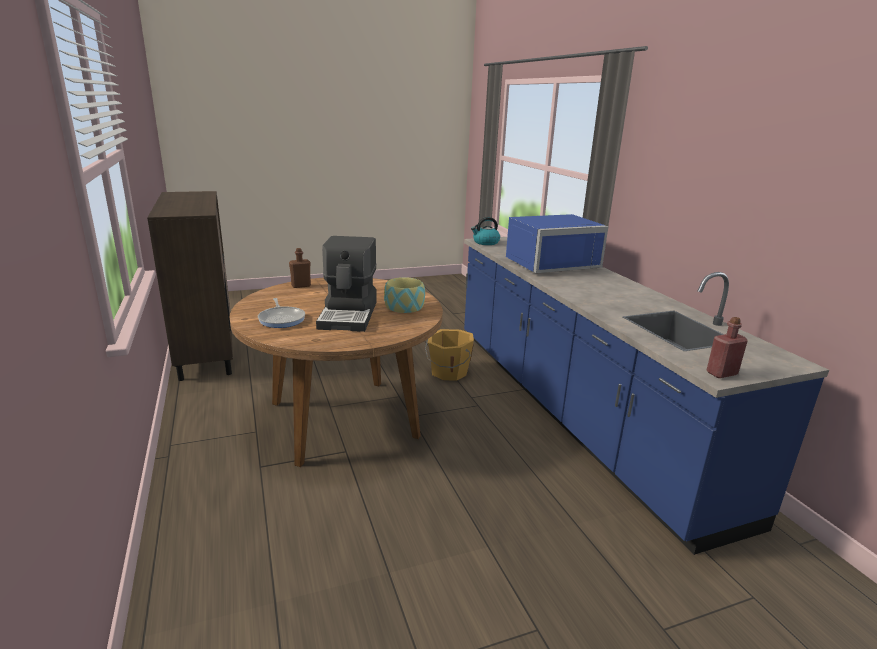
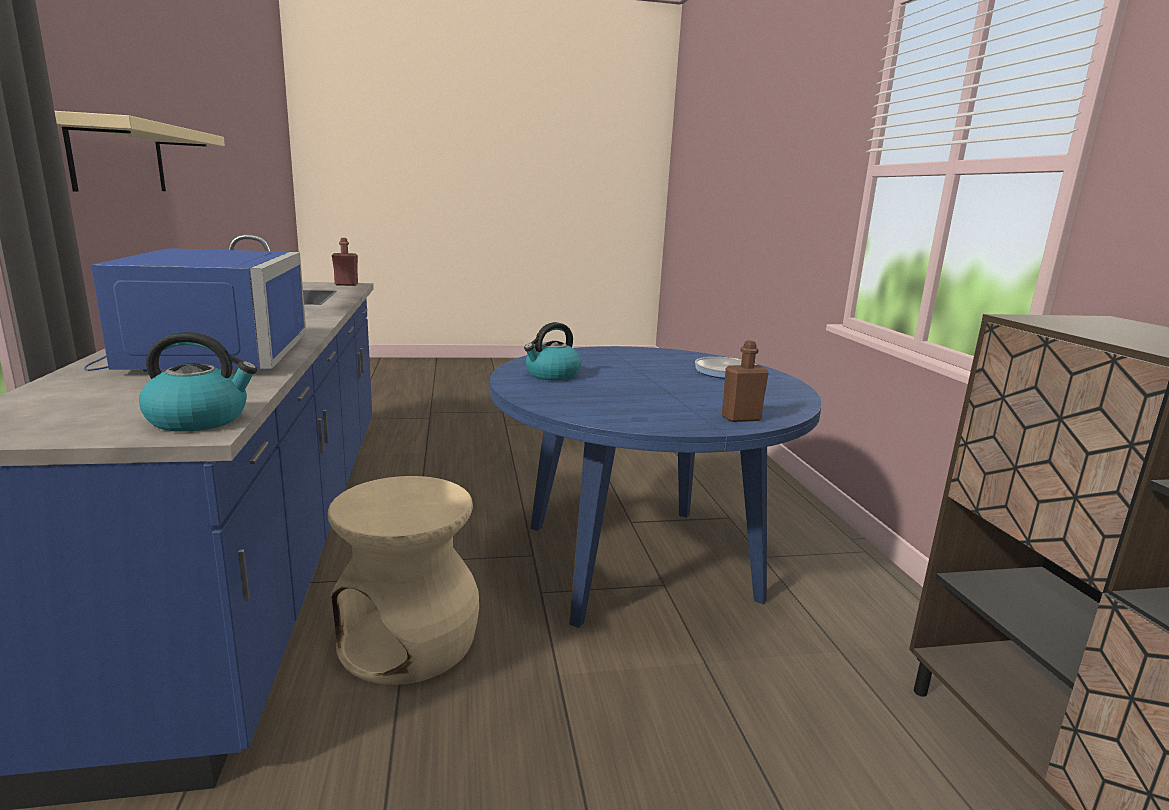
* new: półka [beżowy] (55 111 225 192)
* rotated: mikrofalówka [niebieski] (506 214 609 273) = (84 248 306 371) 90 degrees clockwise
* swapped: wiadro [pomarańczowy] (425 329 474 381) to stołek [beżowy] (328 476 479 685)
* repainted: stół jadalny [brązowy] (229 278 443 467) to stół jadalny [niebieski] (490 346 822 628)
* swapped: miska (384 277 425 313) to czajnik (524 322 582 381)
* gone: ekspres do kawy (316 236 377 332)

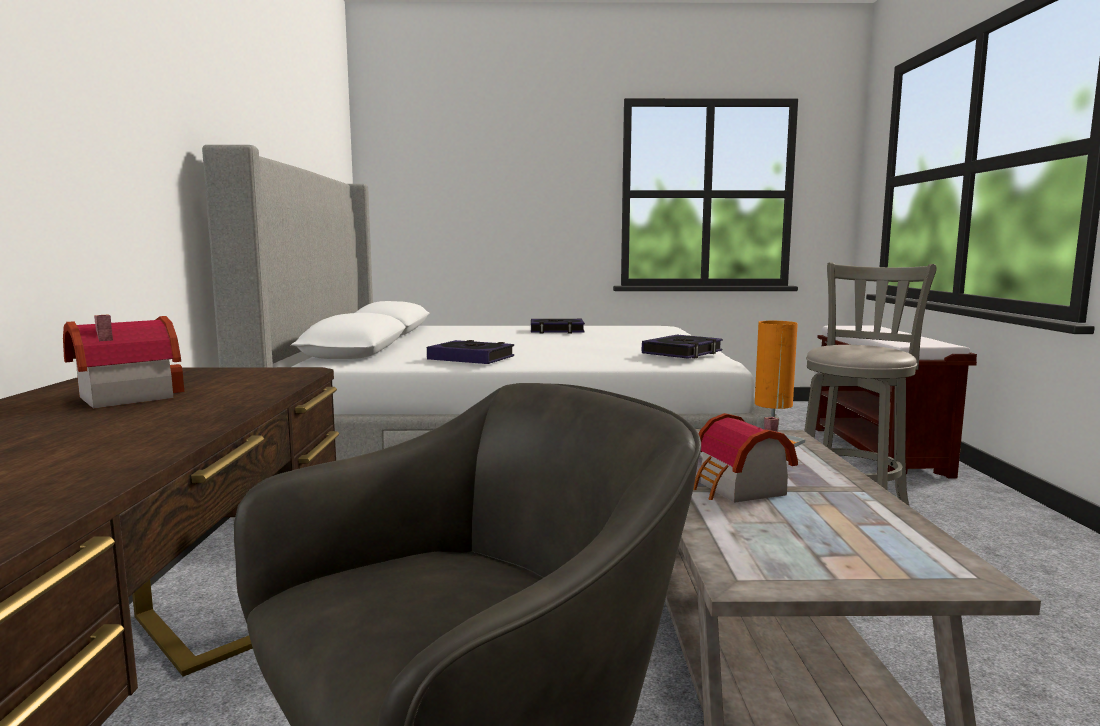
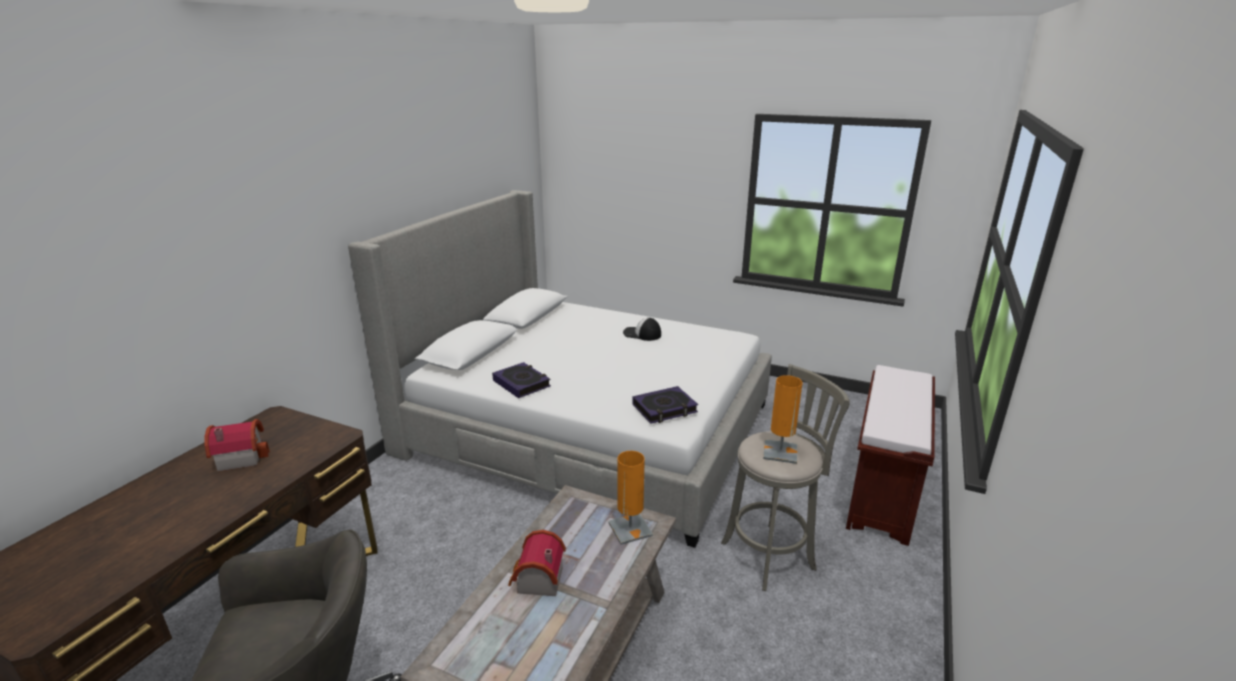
* swapped: książka (531 319 585 334) to czapka z daszkiem (623 318 661 341)
* new: lampa stołowa [pomarańczowy] (763 375 803 464)

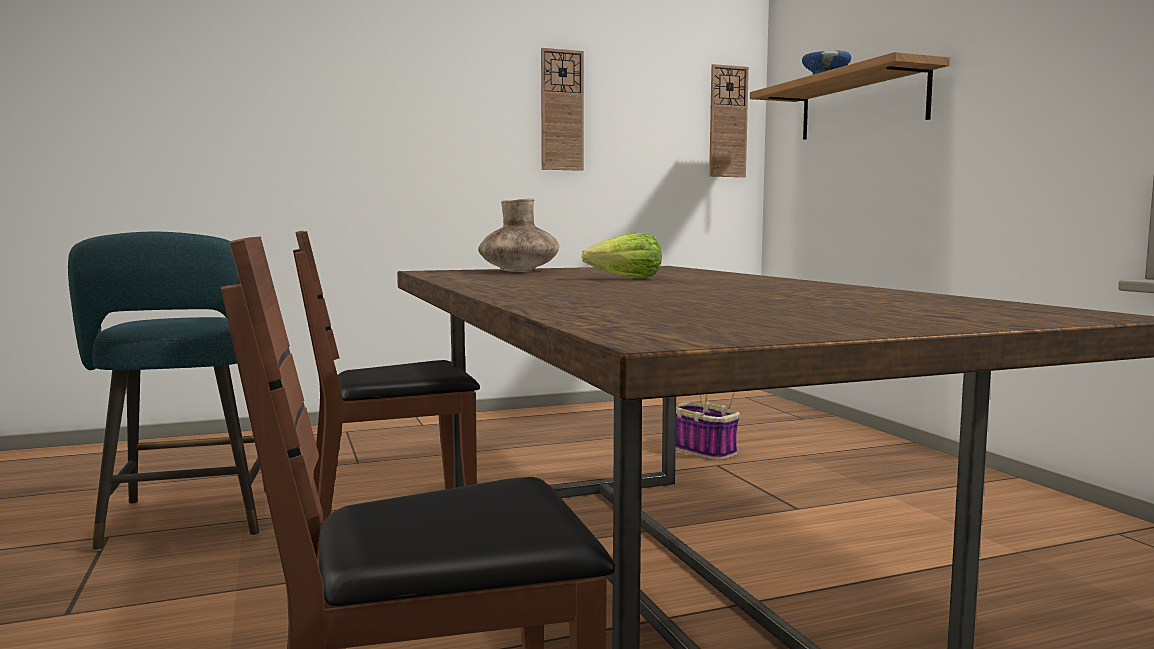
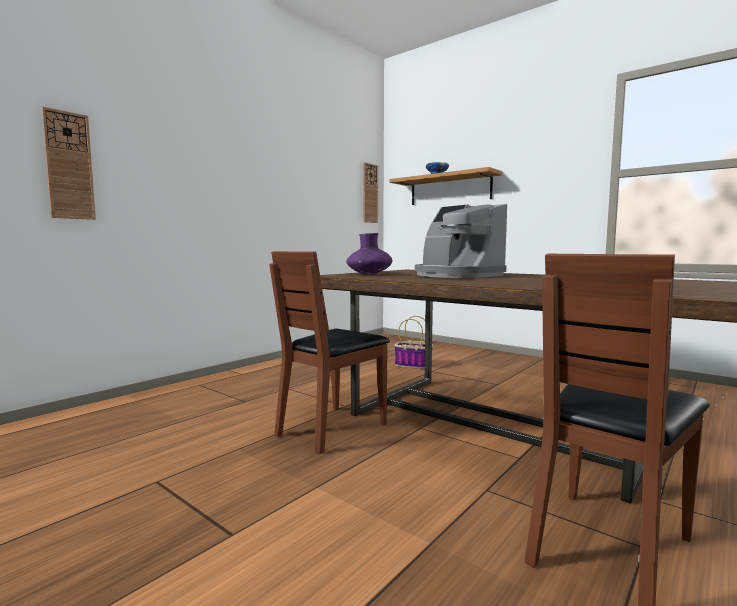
* shifted: zegar ścienny (541 48 584 171) to (41 107 96 220)
* repainted: wazon [brązowy] (478 199 559 272) to wazon [fioletowy] (346 233 393 274)
* swapped: sałata (581 233 662 278) to ekspres do kawy (415 204 507 278)
* gone: stołek [turkusowy] (68 232 266 551)

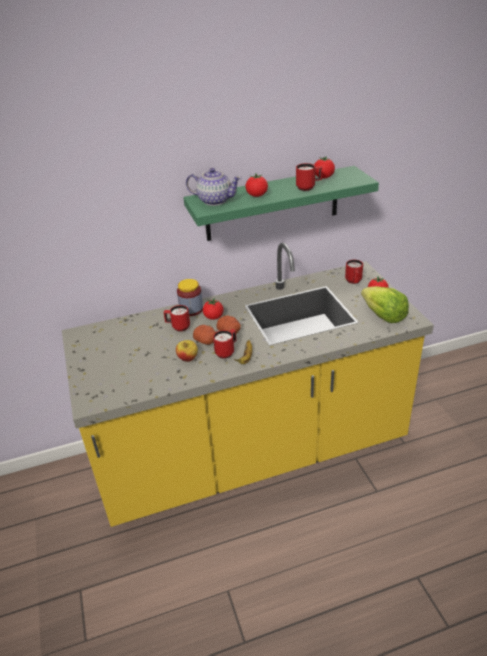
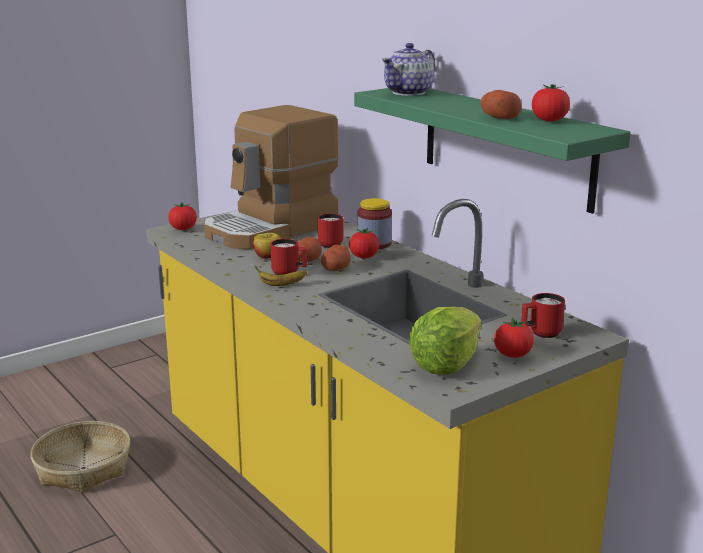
* new: koszyk (30 421 131 493)
* shifted: pomidor (245 174 268 197) to (168 202 197 230)
* new: ekspres do kawy (204 105 339 249)
* rotated: imbryk (186 168 242 206) = (382 43 435 96) 45 degrees clockwise
* swapped: kubek [czerwony] (296 163 322 191) to ziemniak (480 90 522 119)

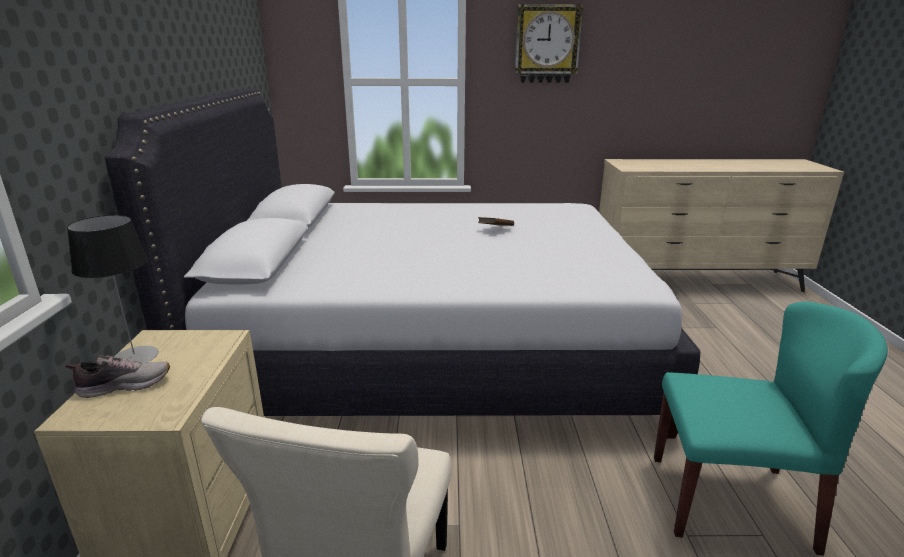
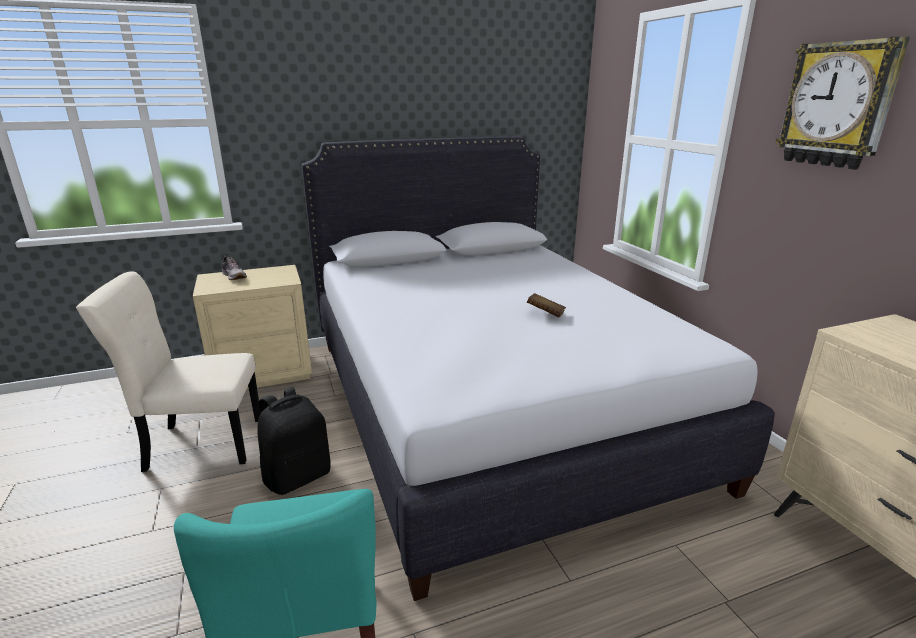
* new: plecak [czarny] (257 387 331 495)
* gone: lampa stołowa (67 215 159 363)

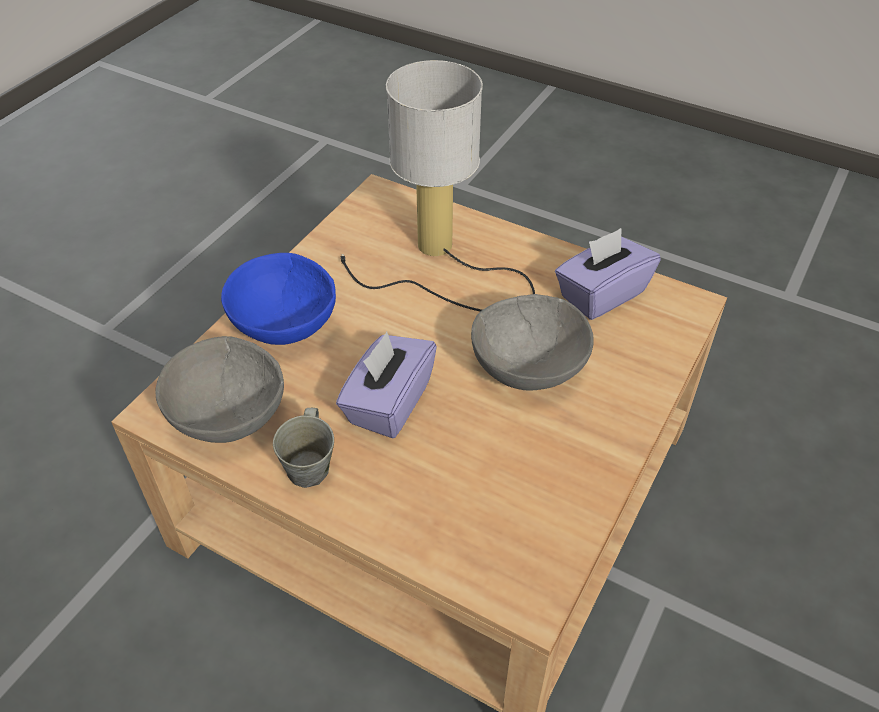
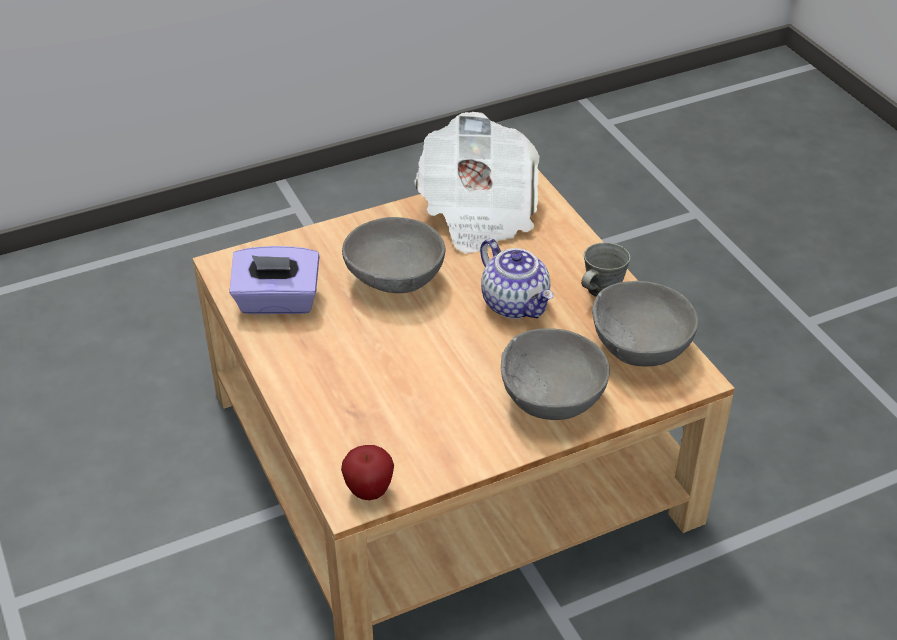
* new: jabłko (341 445 394 500)
* new: gazeta (415 112 539 254)
* swapped: pudełko chusteczek [fioletowy] (336 332 437 439) to imbryk (480 238 554 319)
* repainted: miska [niebieski] (221 253 336 345) to miska [szary] (501 328 609 420)
* gone: lampa stołowa (341 60 535 311)

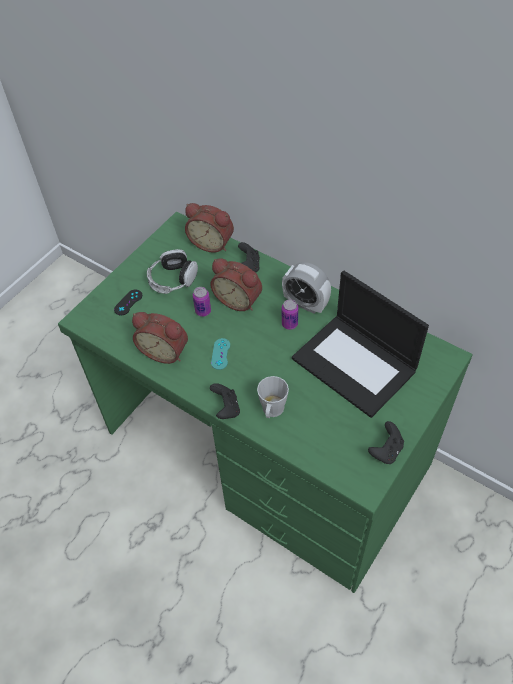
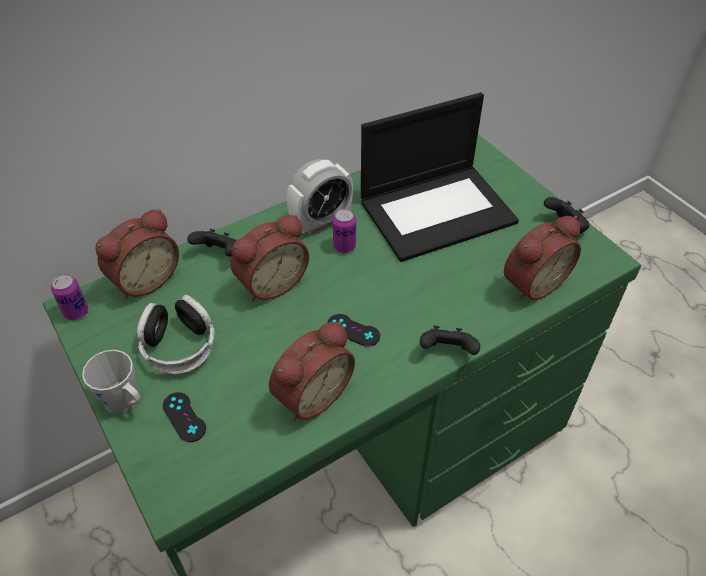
* shifted: puszka (193 287 211 317) to (51 274 88 320)
* shifted: kubek [szary] (257 376 289 418) to (82 350 141 414)
* repainted: pad do gier [turkusowy] (211 338 230 370) to pad do gier [czarny] (327 314 380 347)
* new: budzik (504 216 581 301)

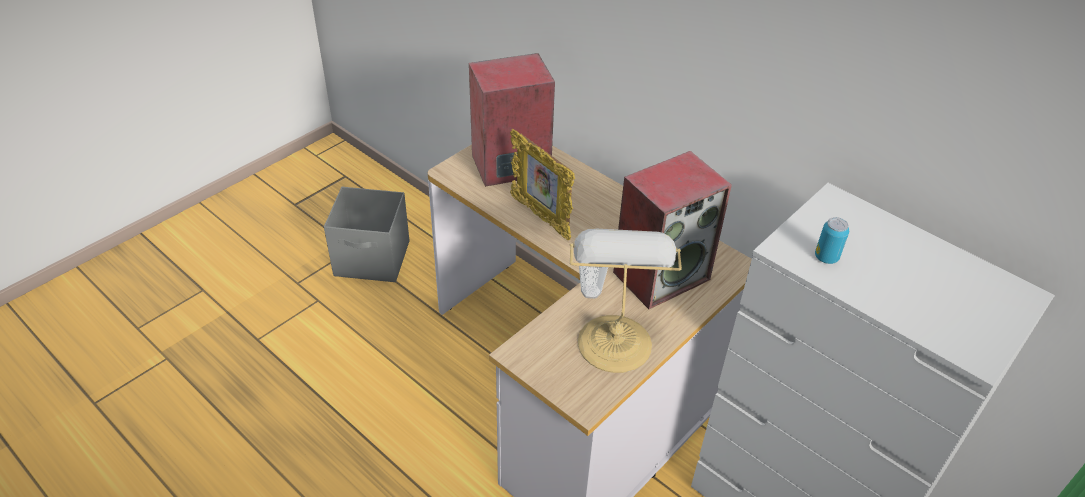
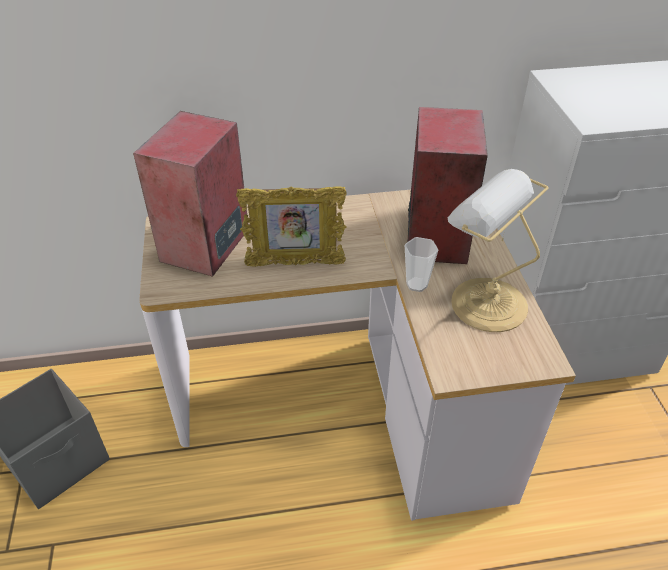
* gone: puszka (815 217 849 264)

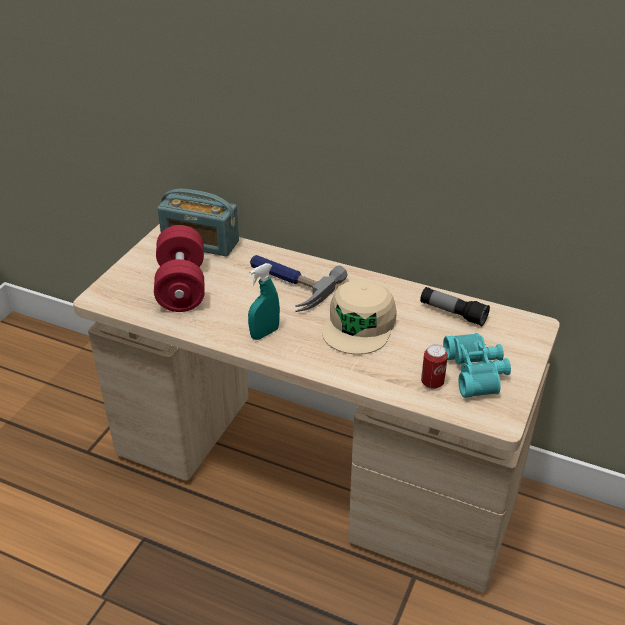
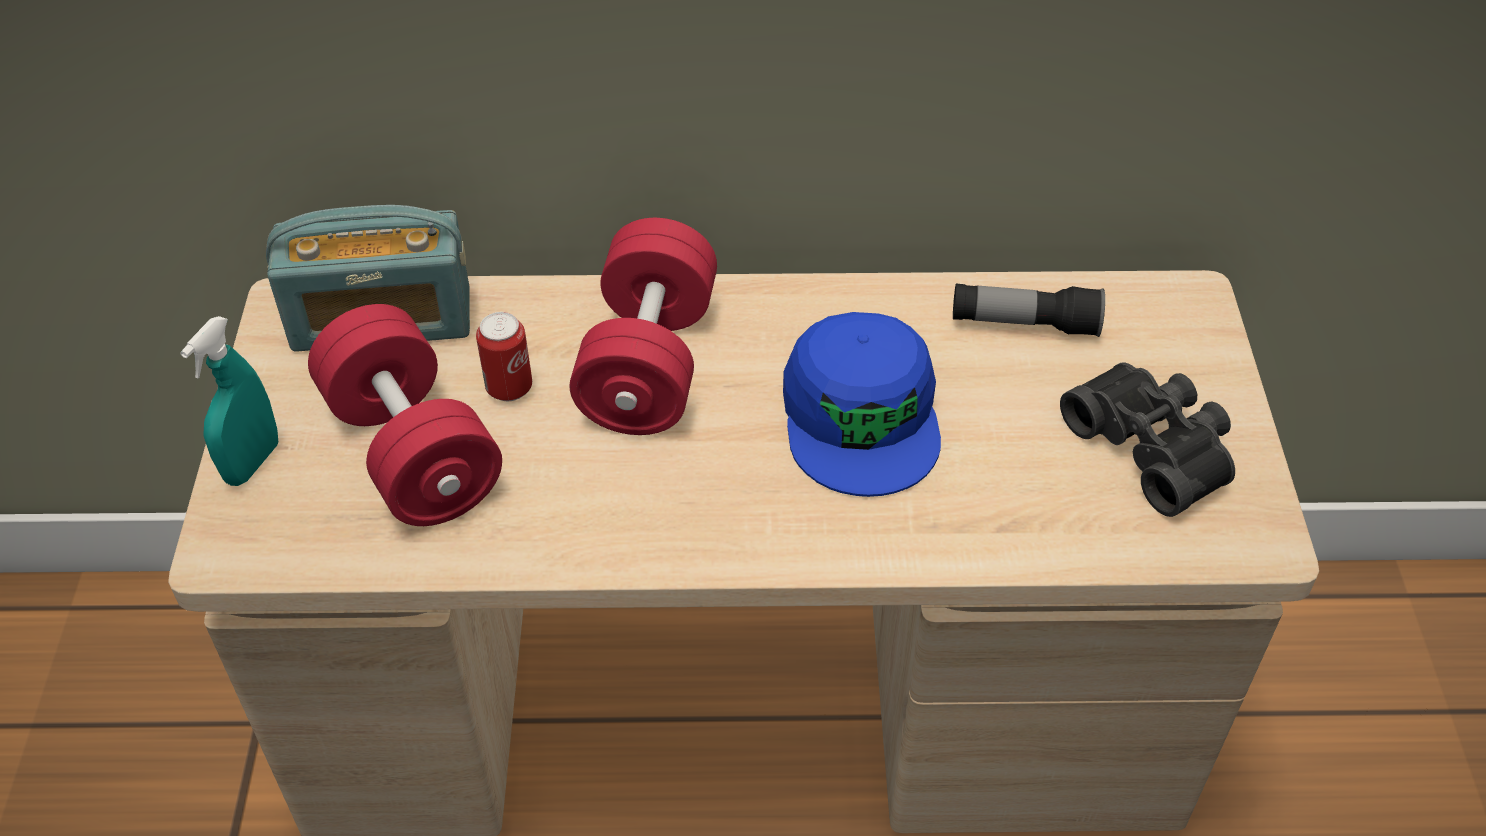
* shifted: spryskiwacz [turkusowy] (248 263 280 340) to (180 316 279 486)
* shifted: puszka (421 344 448 389) to (476 312 532 401)
* swapped: młotek (250 255 348 312) to hantel [czerwony] (569 218 717 435)
* repainted: czapka z daszkiem [beżowy] (322 280 397 355) to czapka z daszkiem [niebieski] (783 312 941 497)
* repainted: lornetka [turkusowy] (443 333 511 398) to lornetka [czarny] (1060 362 1235 517)

